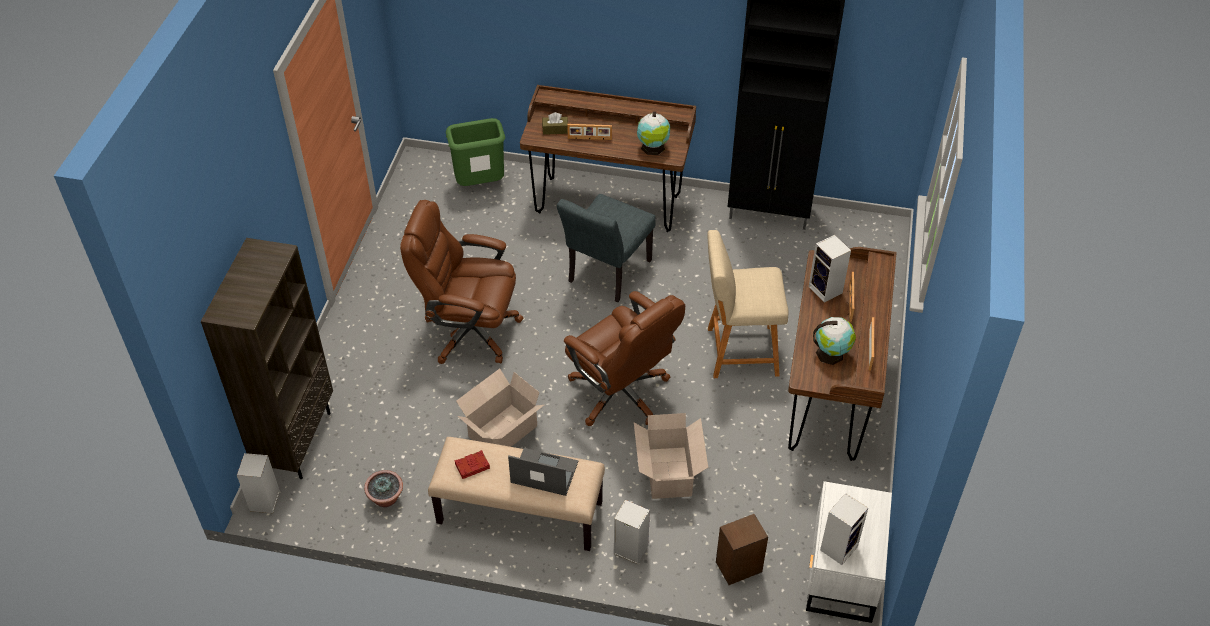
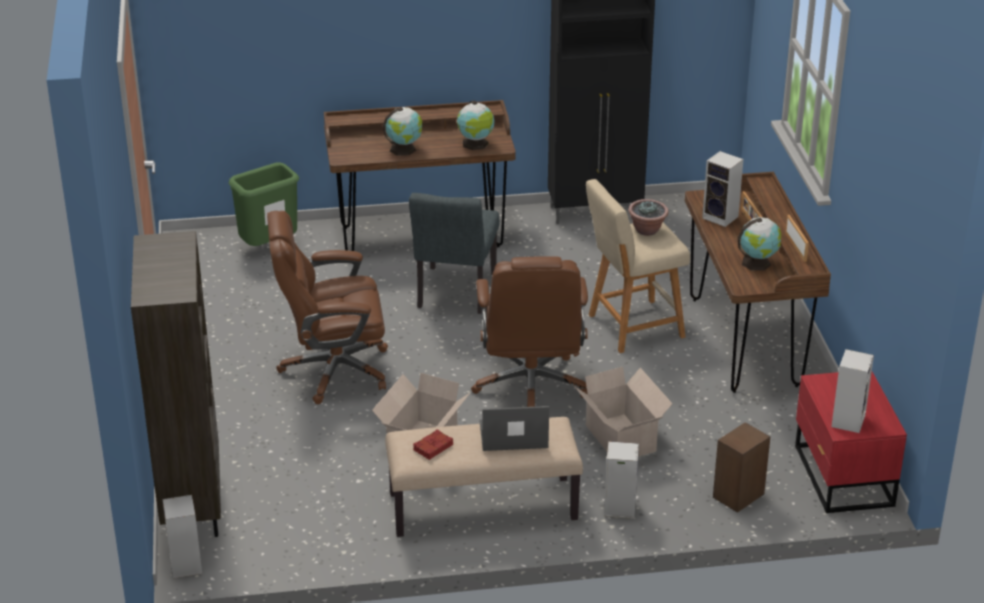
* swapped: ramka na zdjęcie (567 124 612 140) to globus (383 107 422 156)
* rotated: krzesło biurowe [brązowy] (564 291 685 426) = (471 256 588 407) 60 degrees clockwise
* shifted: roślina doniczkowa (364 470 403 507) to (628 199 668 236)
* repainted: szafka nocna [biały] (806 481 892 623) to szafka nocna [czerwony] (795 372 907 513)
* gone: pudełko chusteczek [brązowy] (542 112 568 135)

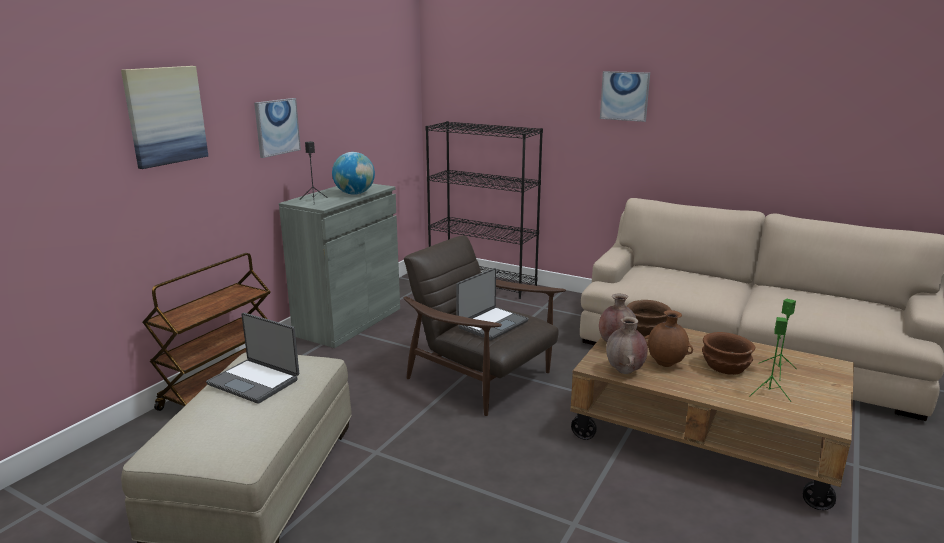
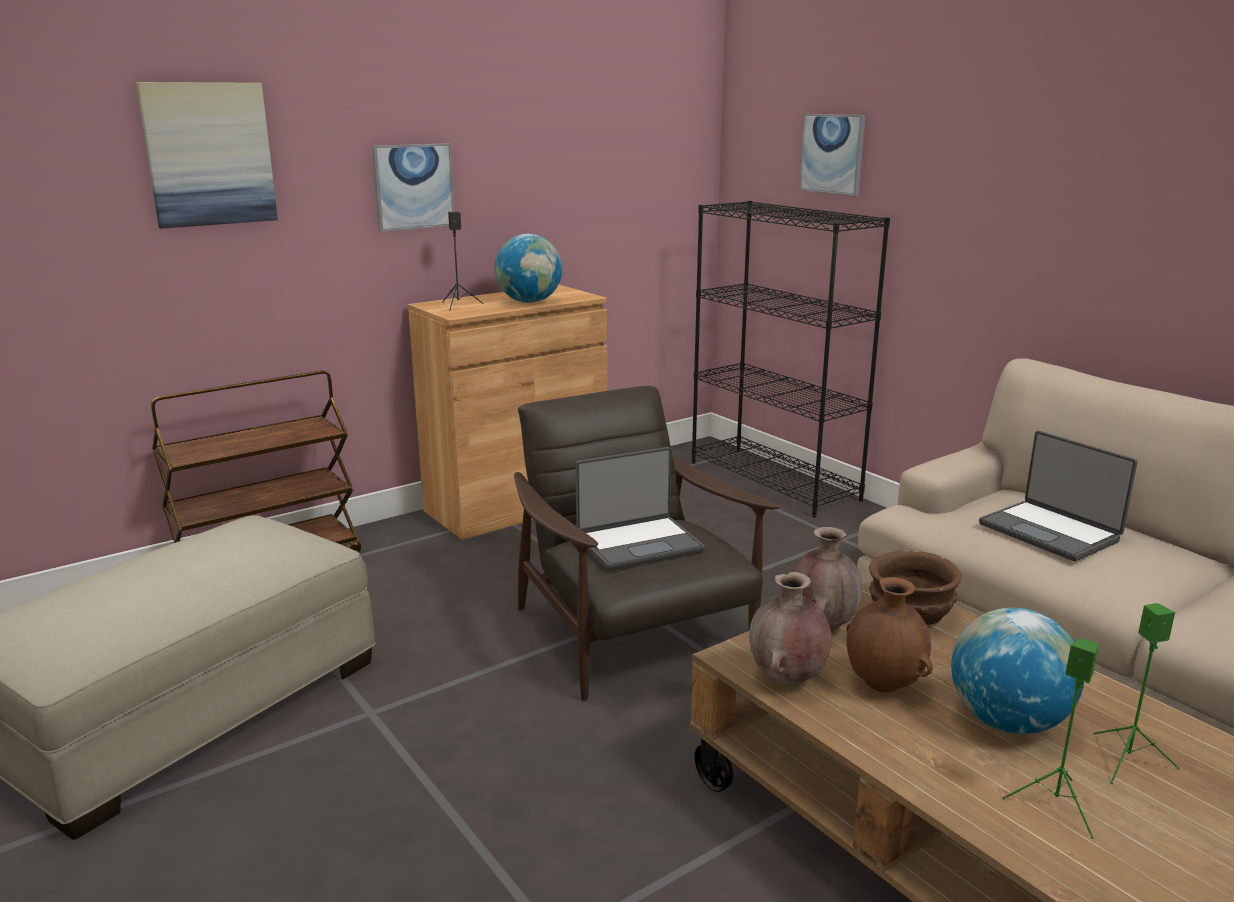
* repainted: szafka [szary] (279 184 400 348) to szafka [brązowy] (408 285 607 540)
* shifted: obraz (600 71 650 122) to (799 114 865 196)
* swapped: miska [brązowy] (702 332 755 375) to globus (951 608 1084 734)
* shifted: laptop (206 313 299 404) to (979 431 1138 561)

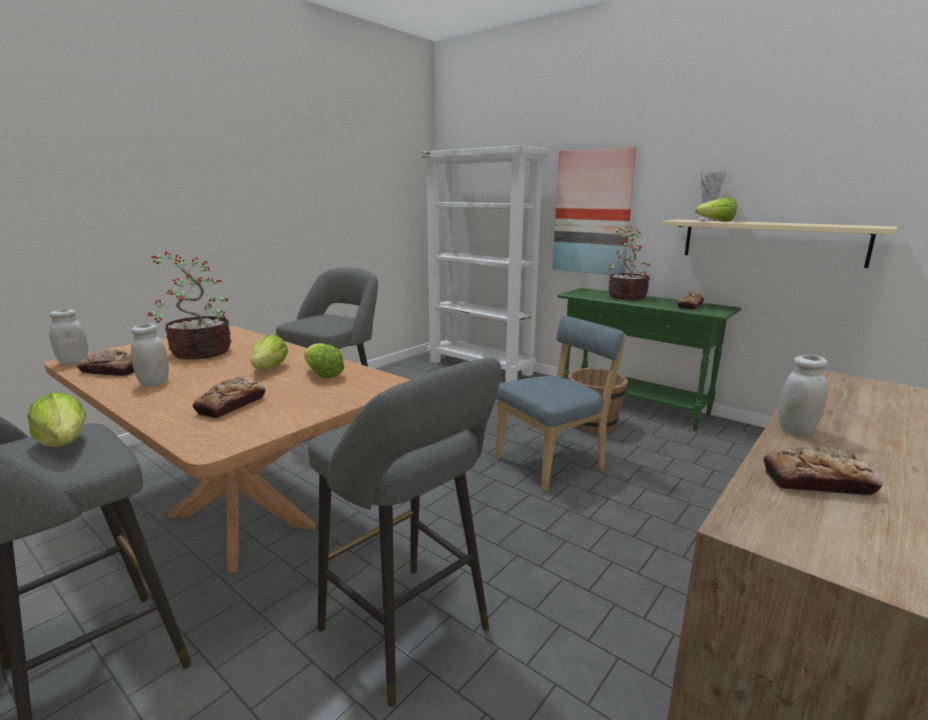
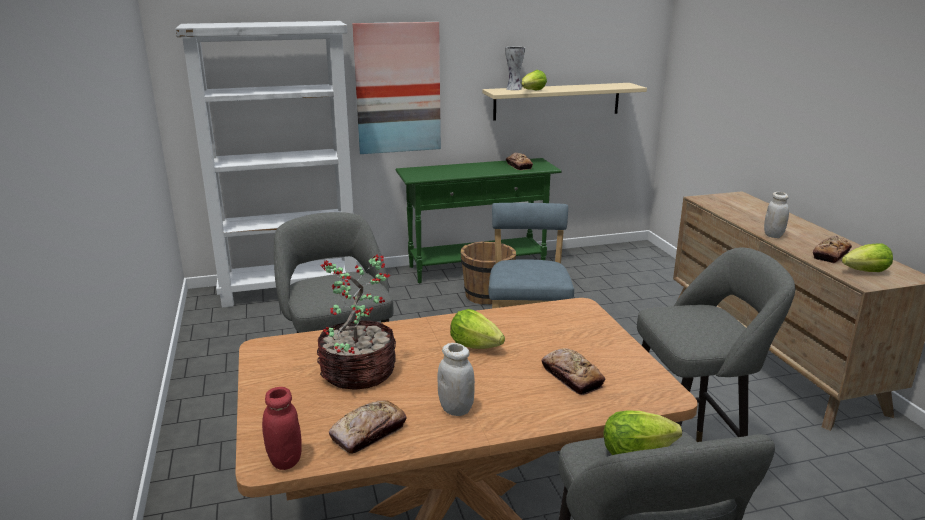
* repainted: słoik [biały] (49 309 88 365) to słoik [czerwony] (262 387 302 470)
* shifted: sałata (304 343 344 378) to (842 244 893 272)
* gone: roślina doniczkowa (608 226 651 300)

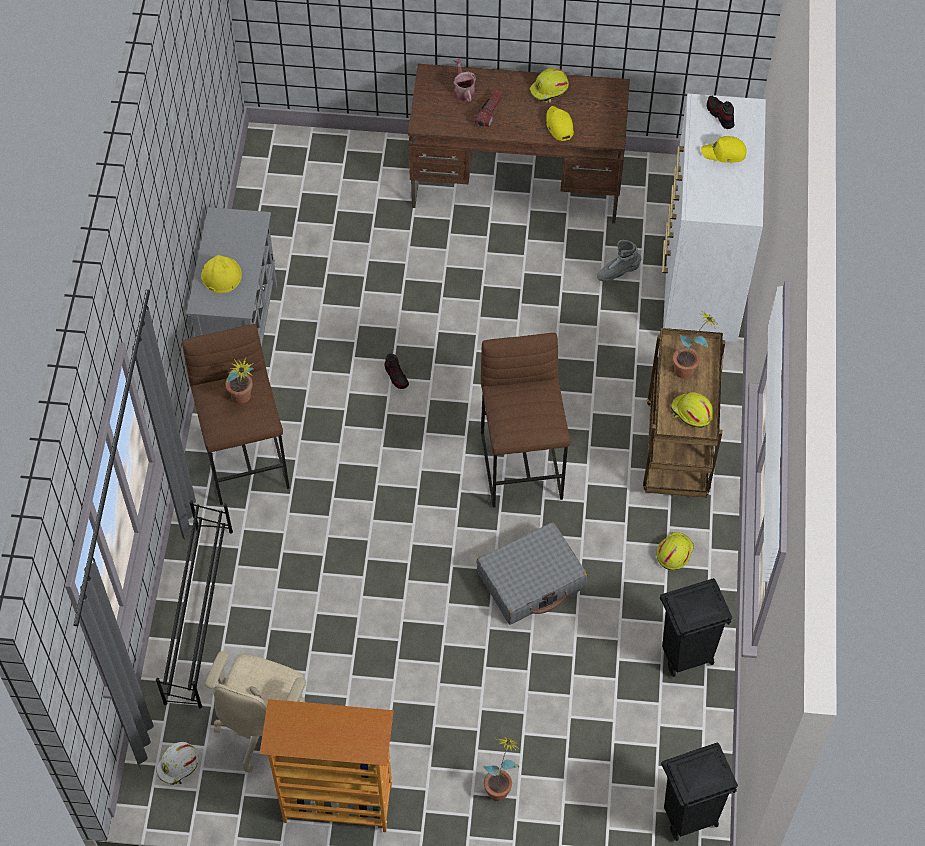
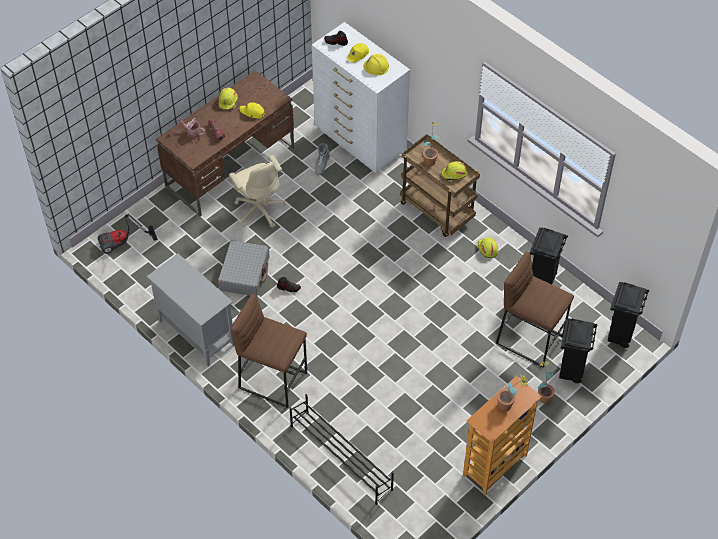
* new: odkurzacz (98 214 158 254)
* shifted: walizka [szary] (477 522 587 624) to (218 240 269 297)
* shifted: krzesło biurowe [beżowy] (205 652 306 773) to (229 155 286 228)
* shifted: kask [żółty] (201 255 242 293) to (364 54 389 75)
* shifted: stołek [brązowy] (481 333 570 508) to (496 251 574 368)
* shifted: roślina doniczkowa (225 358 254 404) to (497 376 528 411)
* new: kosz na śmieci [czarny] (559 318 597 383)
* gone: kask [biały] (156 742 199 785)

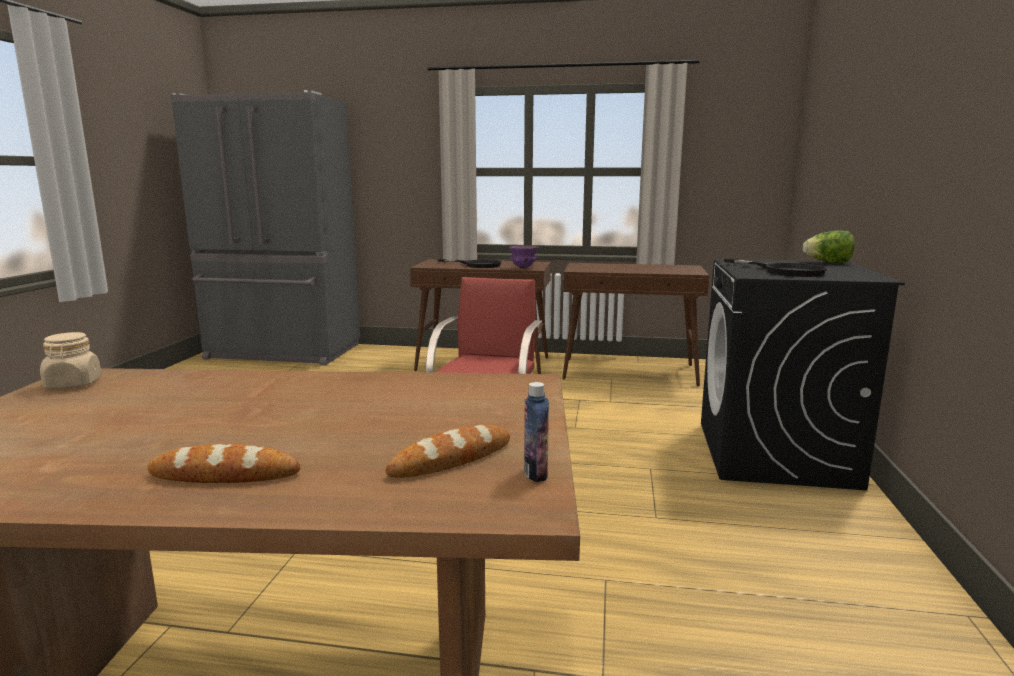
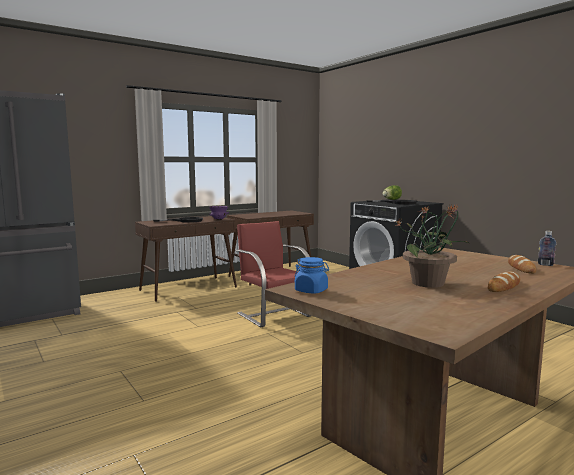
* repainted: słoik [beżowy] (40 332 101 389) to słoik [niebieski] (295 257 329 294)
* new: roślina doniczkowa (395 205 470 288)

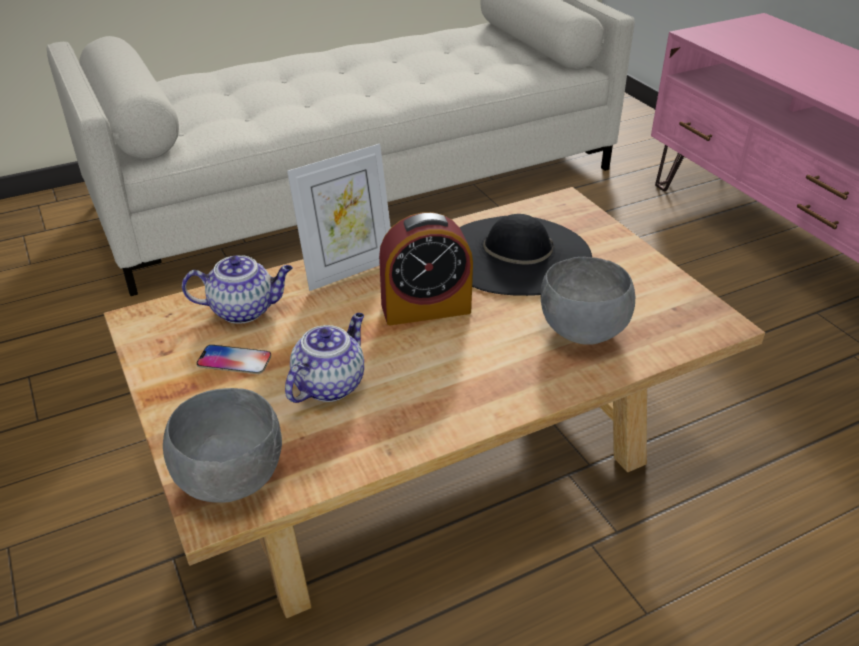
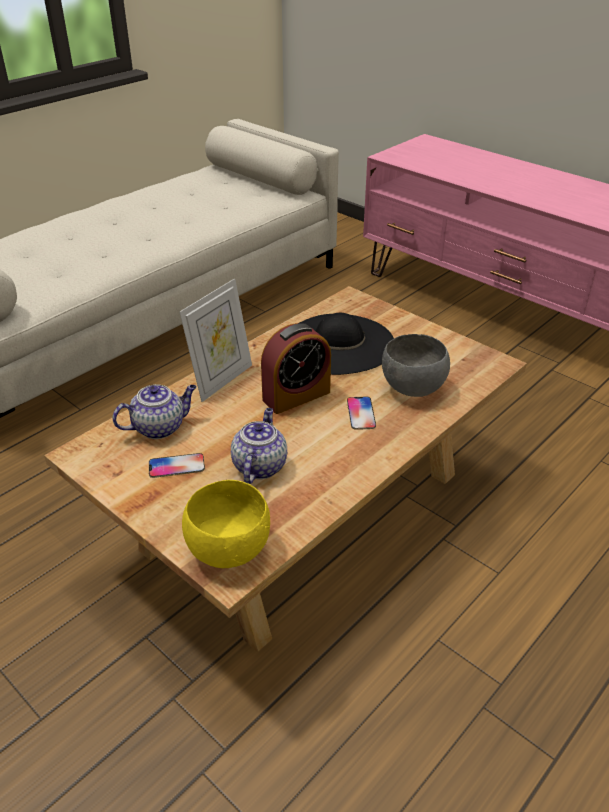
* repainted: miska [szary] (163 388 282 503) to miska [żółty] (182 480 270 568)
* new: telefon (347 397 376 430)

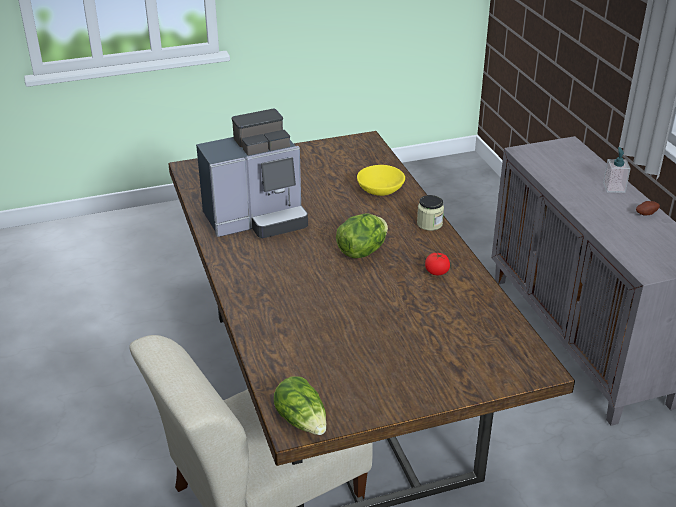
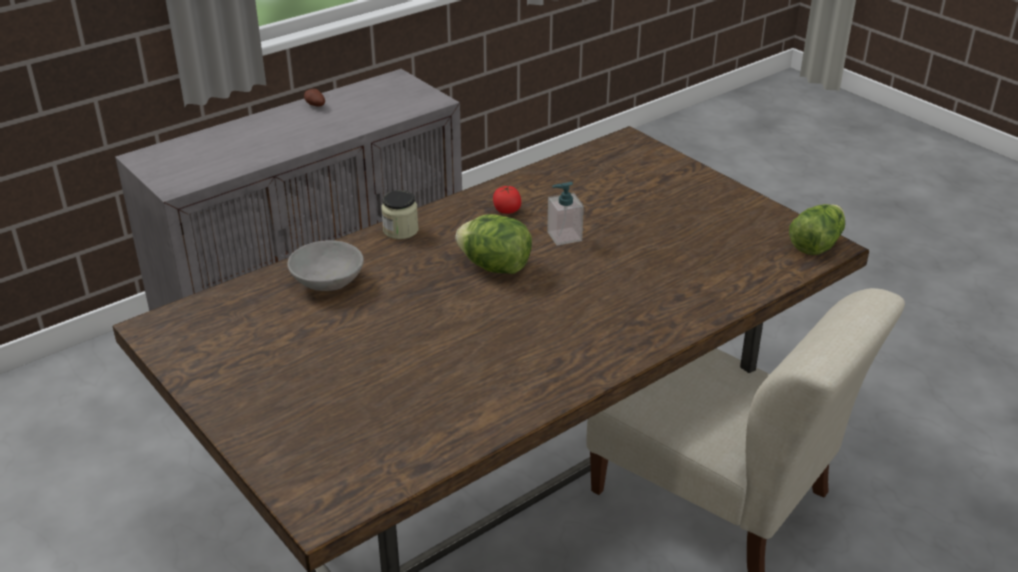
* repainted: miska [żółty] (357 165 405 196) to miska [szary] (287 240 364 291)
* shifted: dozownik mydła (603 147 631 193) to (547 182 584 245)
* gone: ekspres do kawy (196 109 308 238)

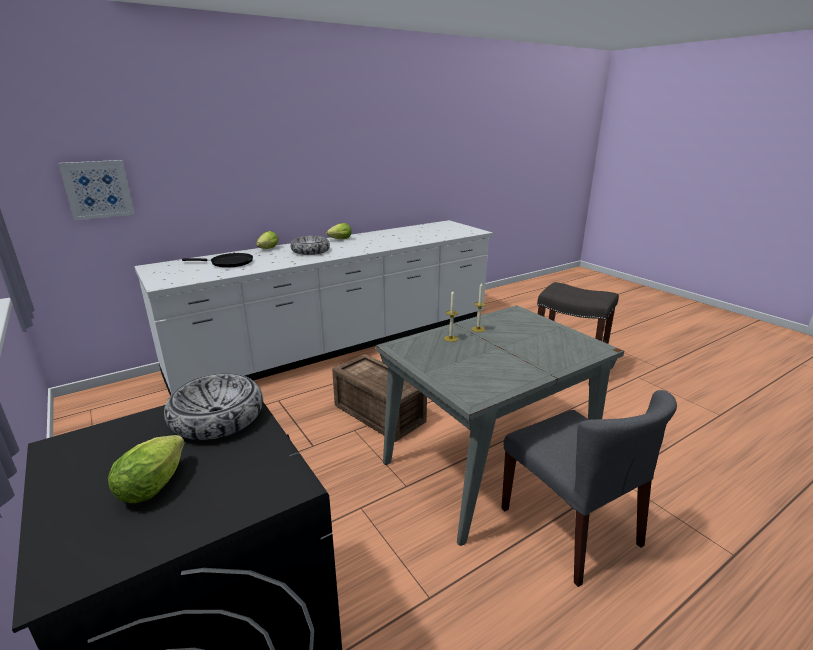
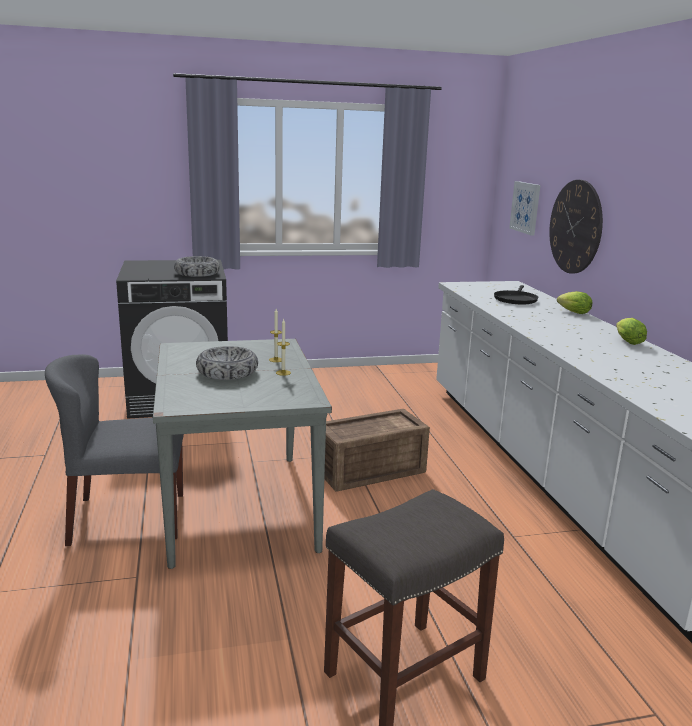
* shifted: miska (290 236 330 255) to (196 346 258 380)
* new: zegar ścienny (549 180 603 273)
* gone: sałata (108 435 184 503)

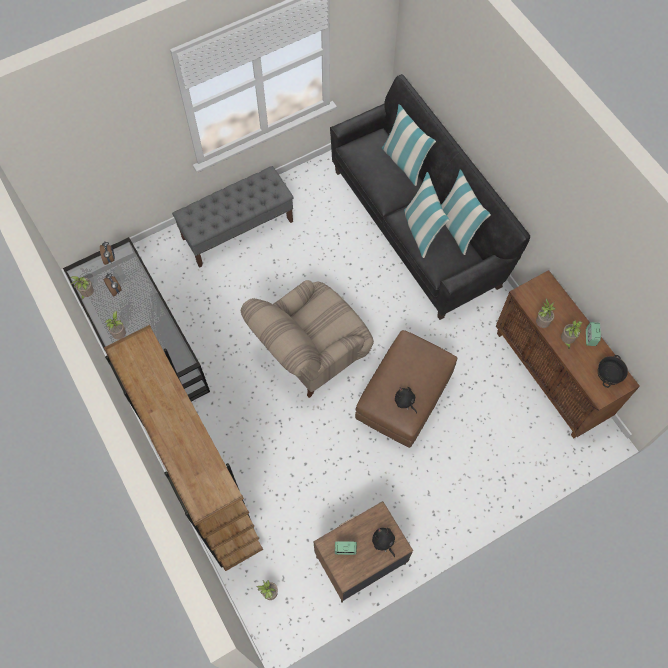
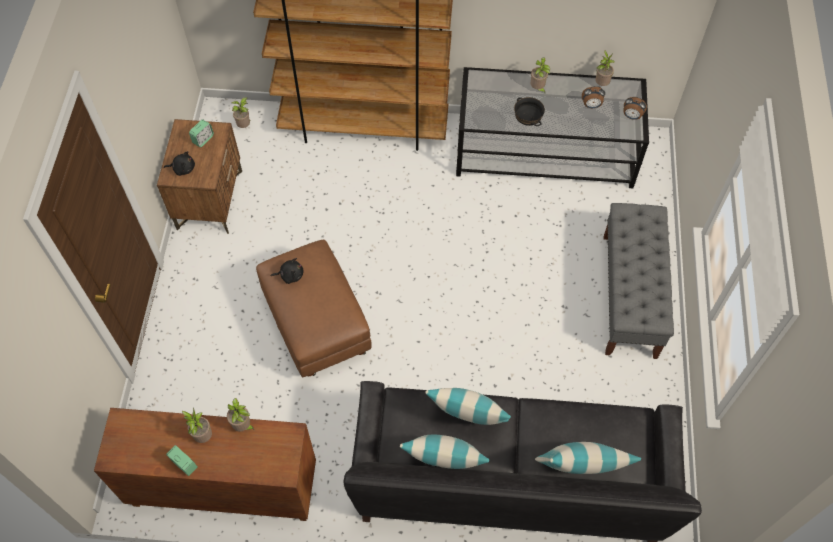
* shifted: miska [czarny] (598 355 628 388) to (514 97 545 126)
* gone: fotel [beżowy] (241 280 374 398)

